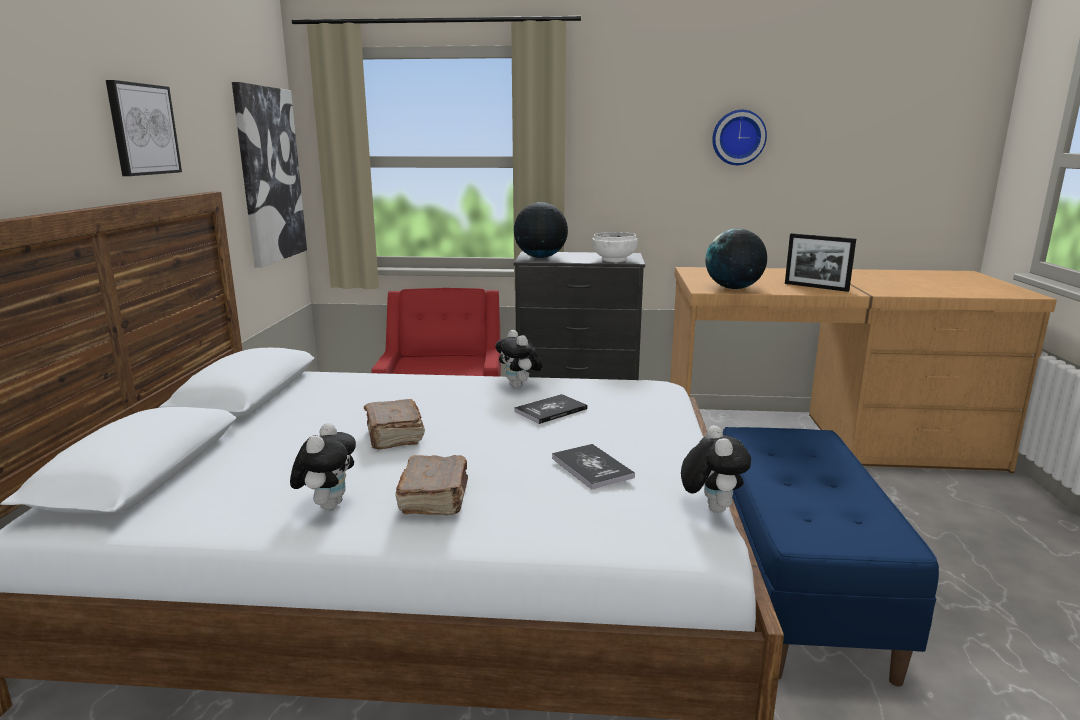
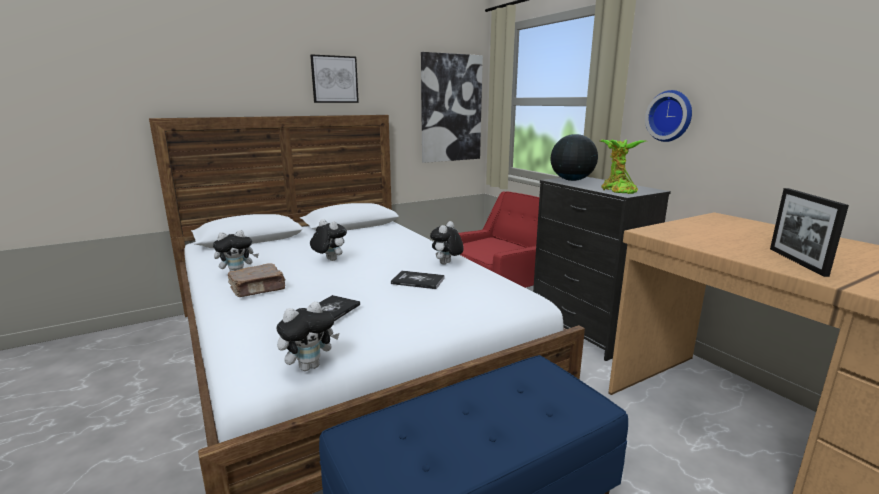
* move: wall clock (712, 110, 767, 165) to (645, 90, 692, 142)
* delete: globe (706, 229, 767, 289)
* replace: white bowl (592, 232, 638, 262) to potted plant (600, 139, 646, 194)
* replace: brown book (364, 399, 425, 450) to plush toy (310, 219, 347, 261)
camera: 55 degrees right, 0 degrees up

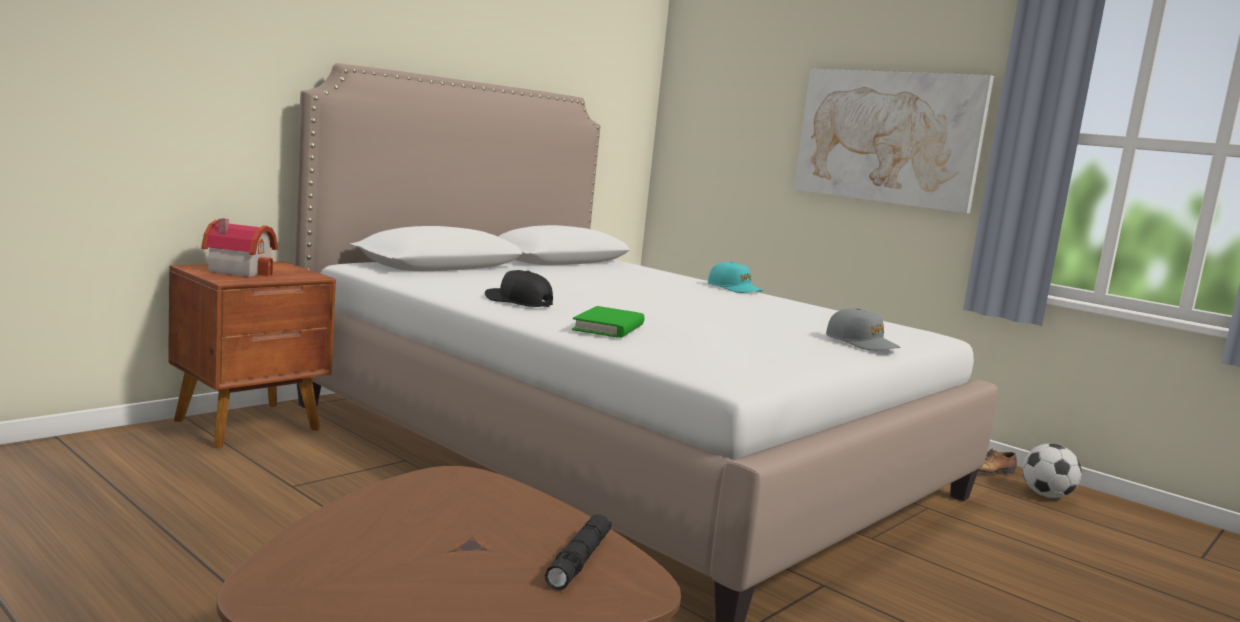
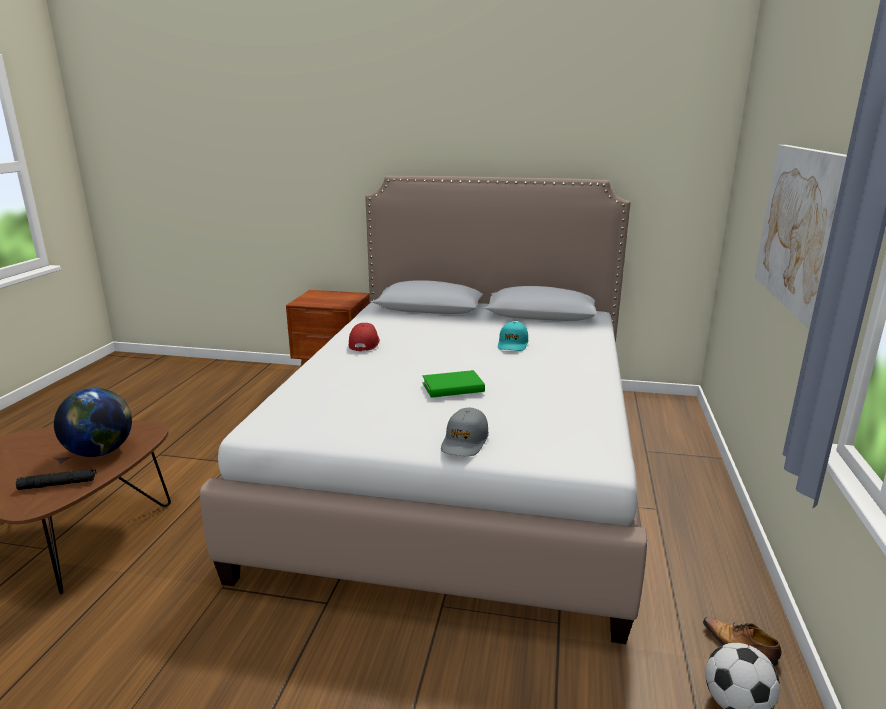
* delete: toy house (201, 218, 278, 277)
* move: turquoise cap (708, 262, 763, 293) to (498, 321, 528, 351)
* recolor: black cap (485, 270, 553, 307) to red cap (349, 323, 380, 351)
* move: green book (572, 306, 645, 338) to (422, 370, 485, 398)
* insert: globe (54, 388, 132, 457)
camera: 60 degrees right, 10 degrees up

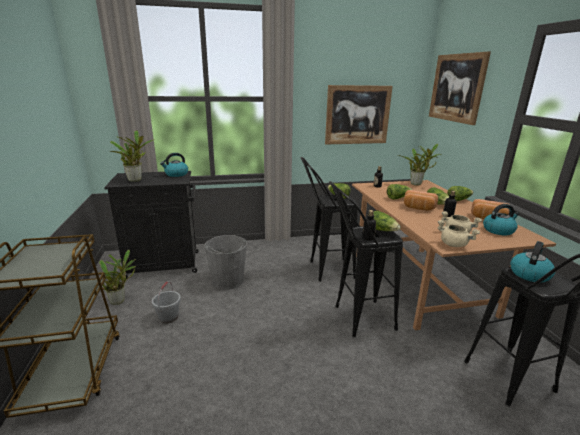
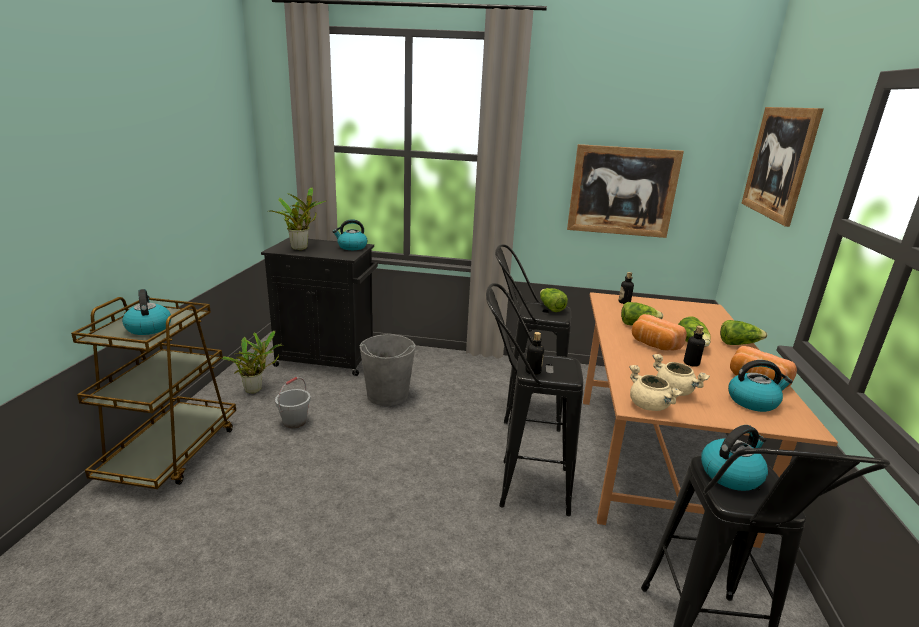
* delete: potted plant (397, 144, 442, 186)
* delete: lettuce (373, 210, 401, 231)
* insert: kettle (122, 289, 171, 335)
camera: 20 degrees right, 0 degrees up

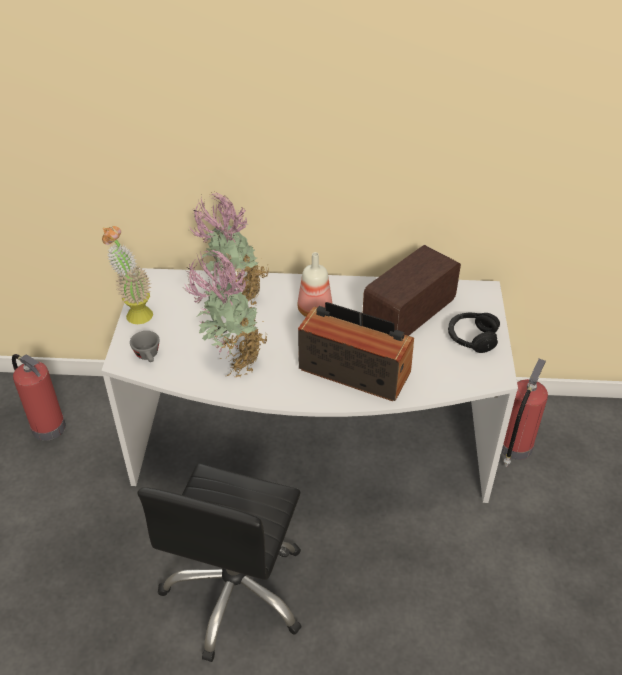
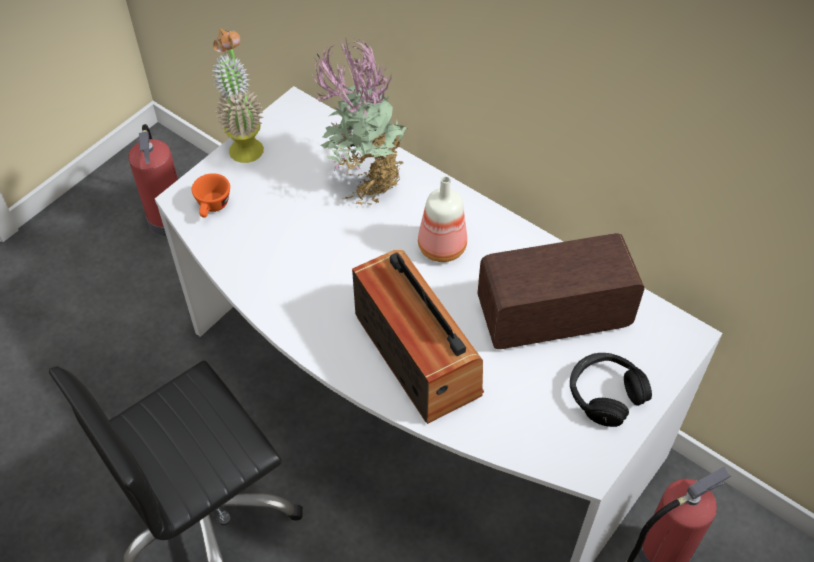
* delete: potted plant (184, 250, 267, 378)
* recolor: grey cup (130, 331, 160, 362) to orange cup (192, 173, 230, 218)
camera: 35 degrees right, 10 degrees up

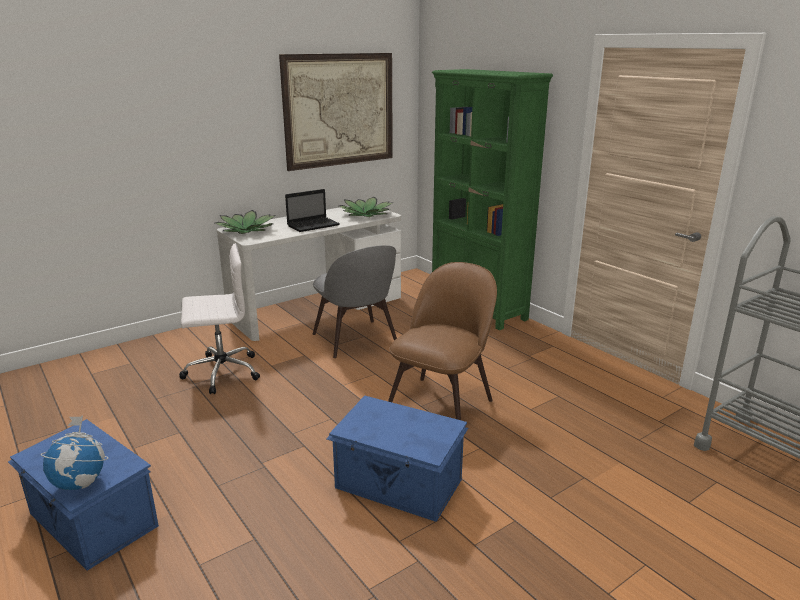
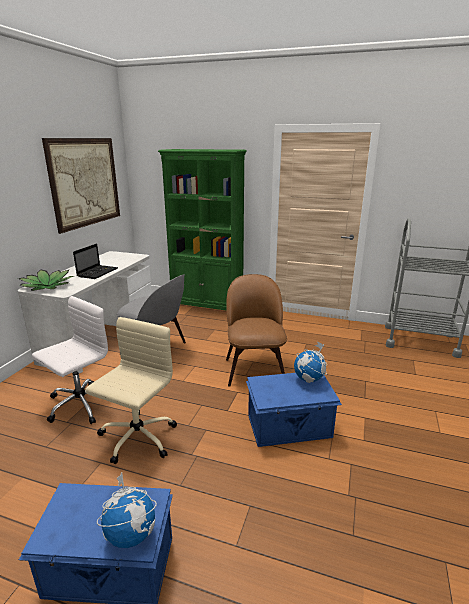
* delete: potted plant (339, 197, 394, 217)
* insert: beige office chair (85, 317, 177, 464)
* insert: globe (294, 341, 327, 383)
camera: 35 degrees left, 0 degrees up

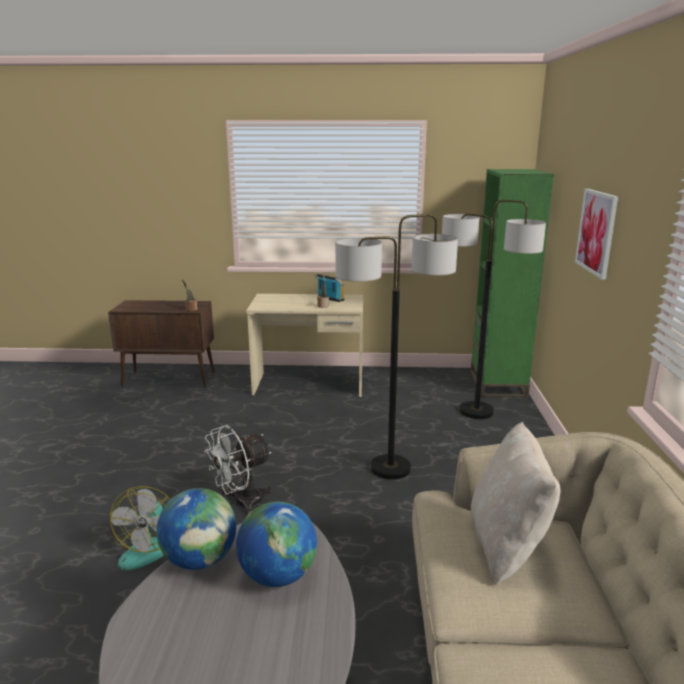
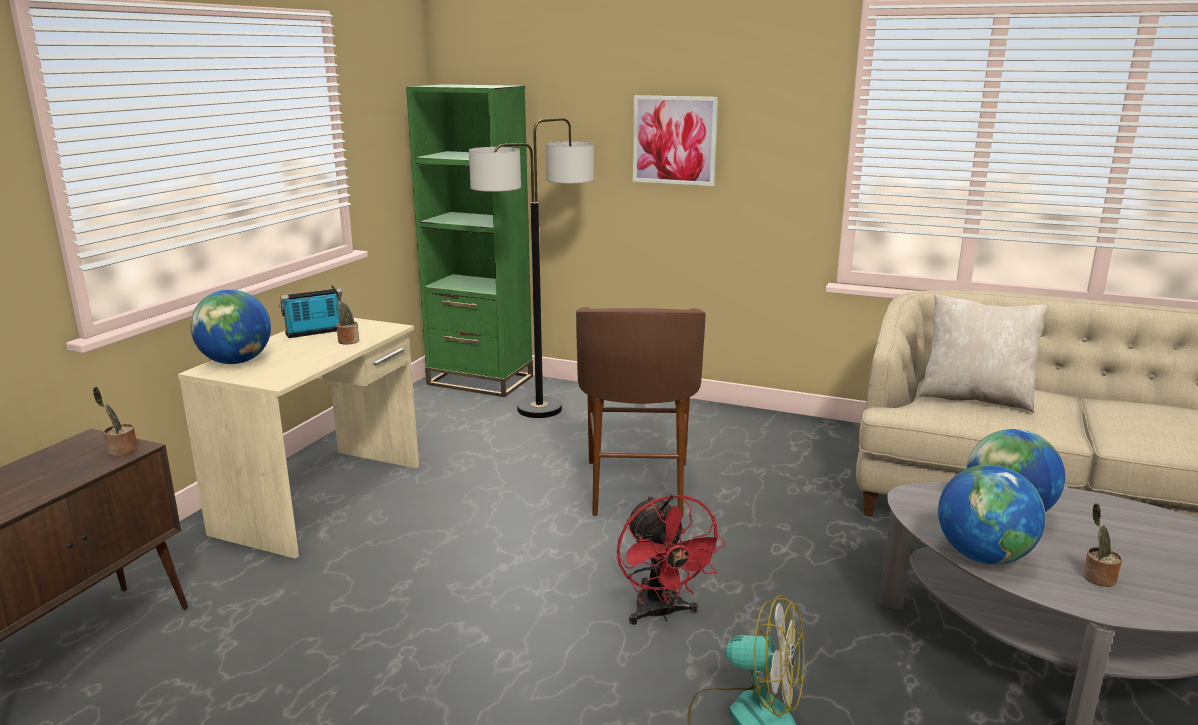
* replace: floor lamp (335, 214, 458, 479) to brown stool (576, 307, 706, 517)
* recolor: white fan (204, 425, 272, 516) to red fan (617, 494, 726, 625)
* insert: globe (190, 289, 271, 364)
* insert: potted plant (1083, 503, 1122, 587)
camera: 70 degrees left, 0 degrees up

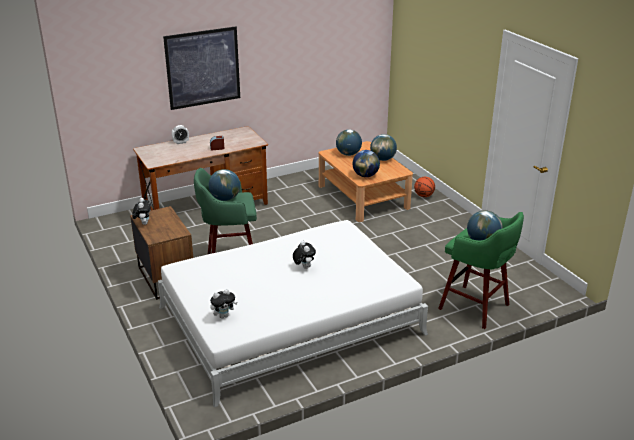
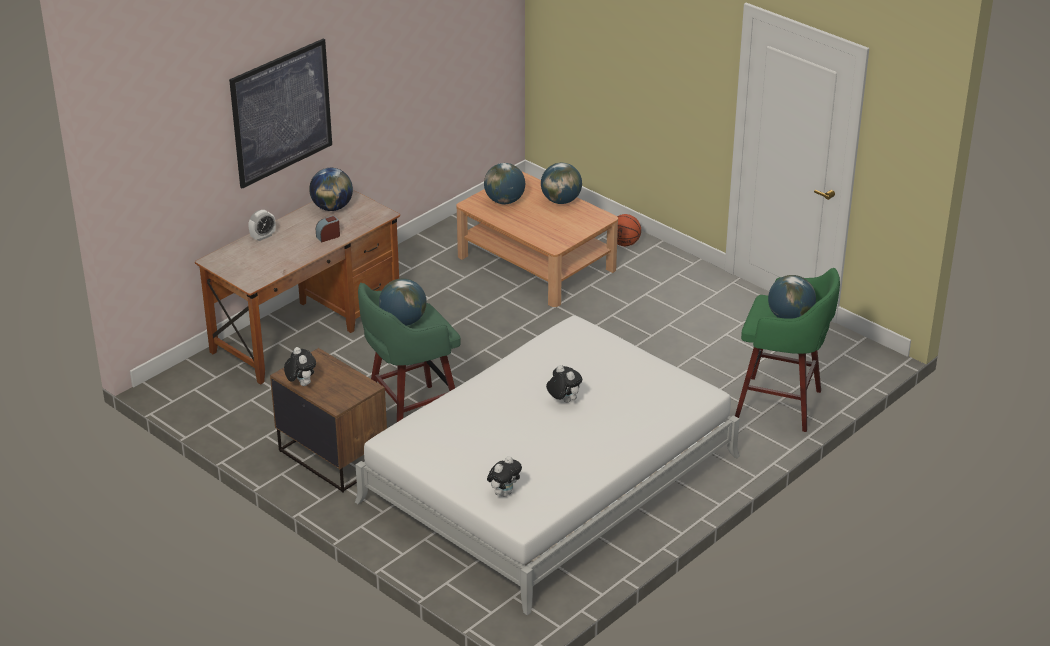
* move: globe (353, 150, 380, 177) to (309, 168, 353, 211)
camera: 20 degrees left, 5 degrees up

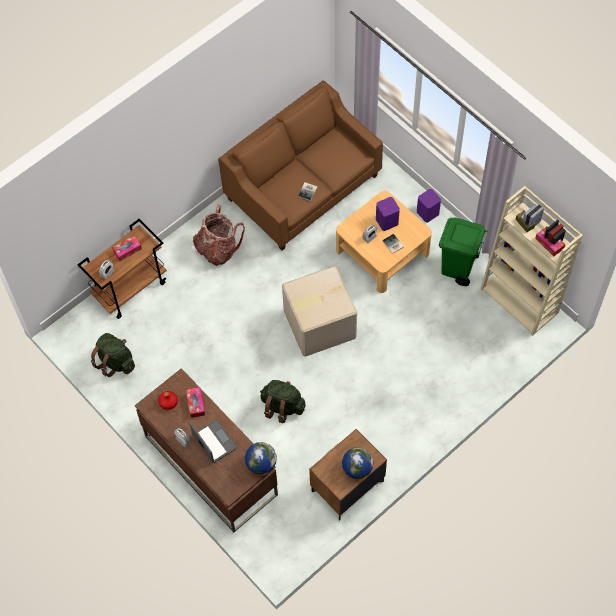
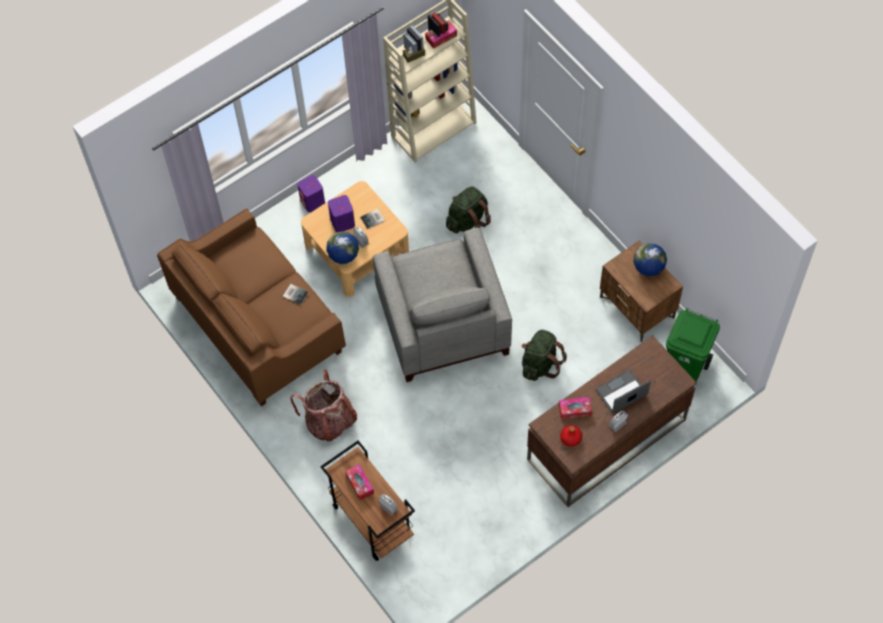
* move: green trash can (439, 218, 488, 286) to (666, 308, 720, 382)
* replace: cardboard box (282, 266, 357, 357) to grey armchair (373, 228, 512, 382)
* move: green backpack (91, 333, 135, 377) to (446, 186, 491, 233)
* move: globe (245, 442, 277, 474) to (326, 231, 359, 264)
camera: 85 degrees left, 0 degrees up

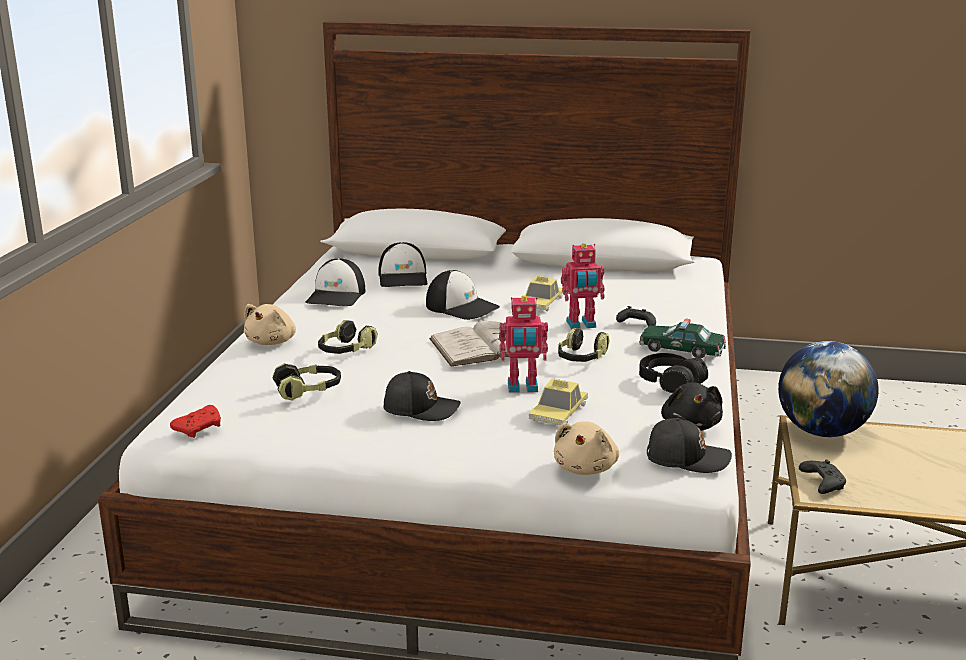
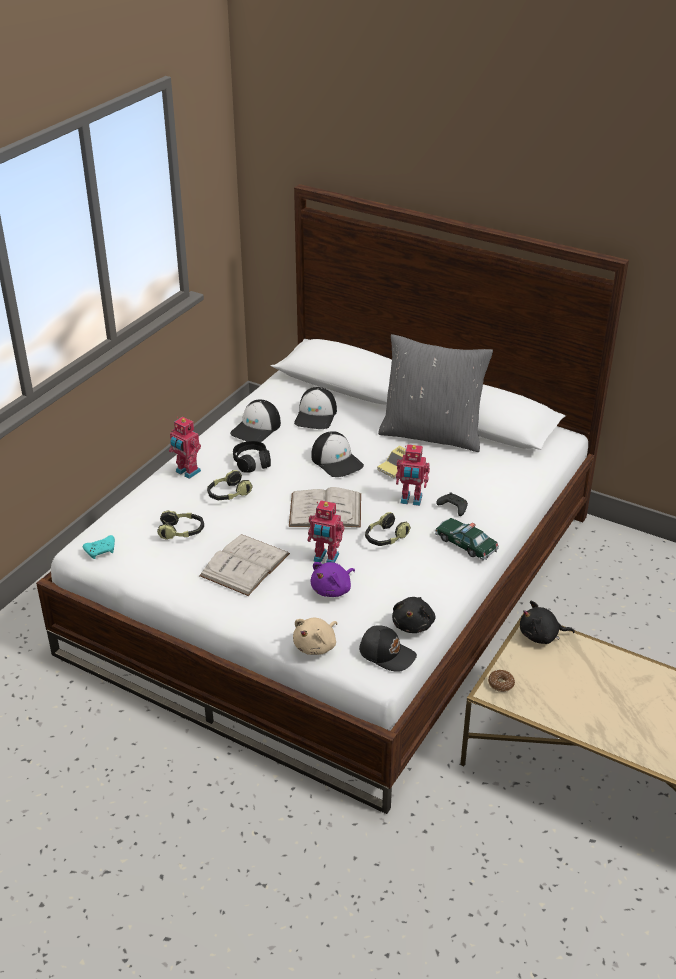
* replace: beige plush toy (244, 304, 296, 345) to toy robot (169, 417, 201, 479)
* replace: globe (778, 341, 879, 437) to black plush toy (520, 601, 575, 644)
* move: black headphones (639, 353, 708, 393) to (233, 441, 271, 473)
* replace: black cap (384, 371, 461, 421) to white book (199, 534, 290, 596)
* replace: toy car (529, 378, 588, 426) to purple plush toy (311, 562, 355, 597)
* recolor: red game controller (170, 405, 221, 438) to turquoise game controller (83, 535, 115, 559)
* replace: black game controller (799, 460, 846, 494) to donut (488, 670, 515, 692)
* insert: grey pillow (378, 334, 493, 452)
camera: 20 degrees right, 15 degrees up

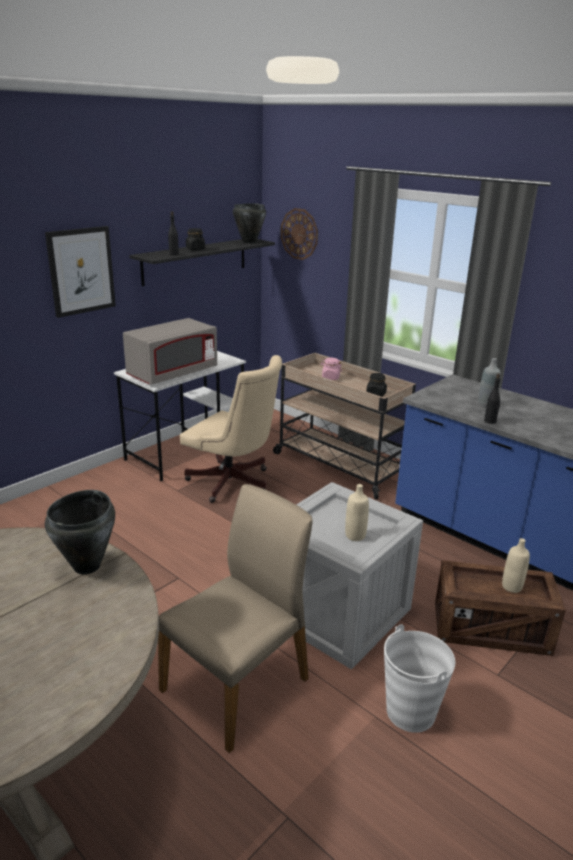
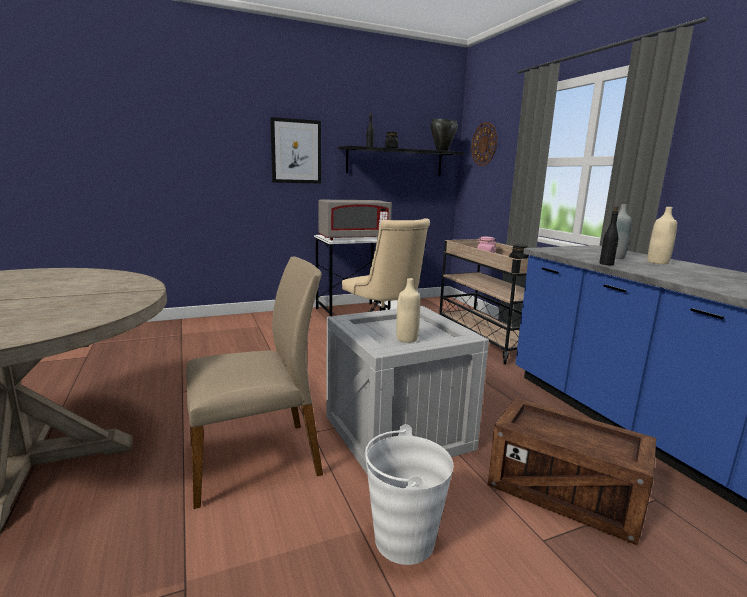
* delete: black cooking pot (45, 490, 115, 574)
* move: beige bottle (502, 538, 530, 593) to (647, 207, 677, 264)
camera: 25 degrees right, 10 degrees down

